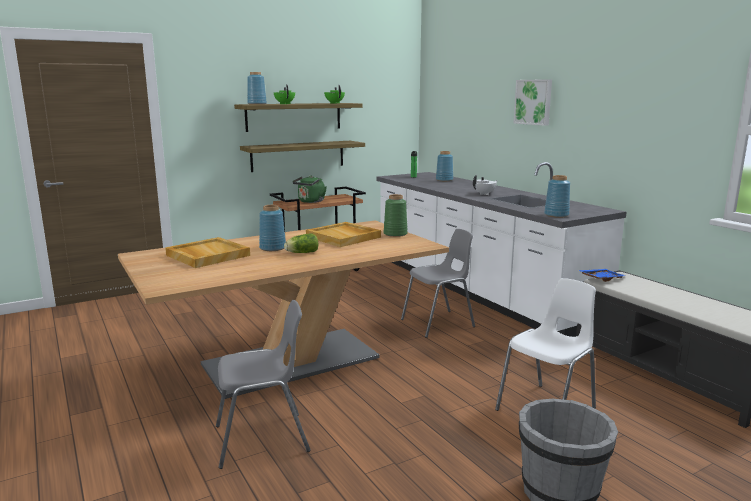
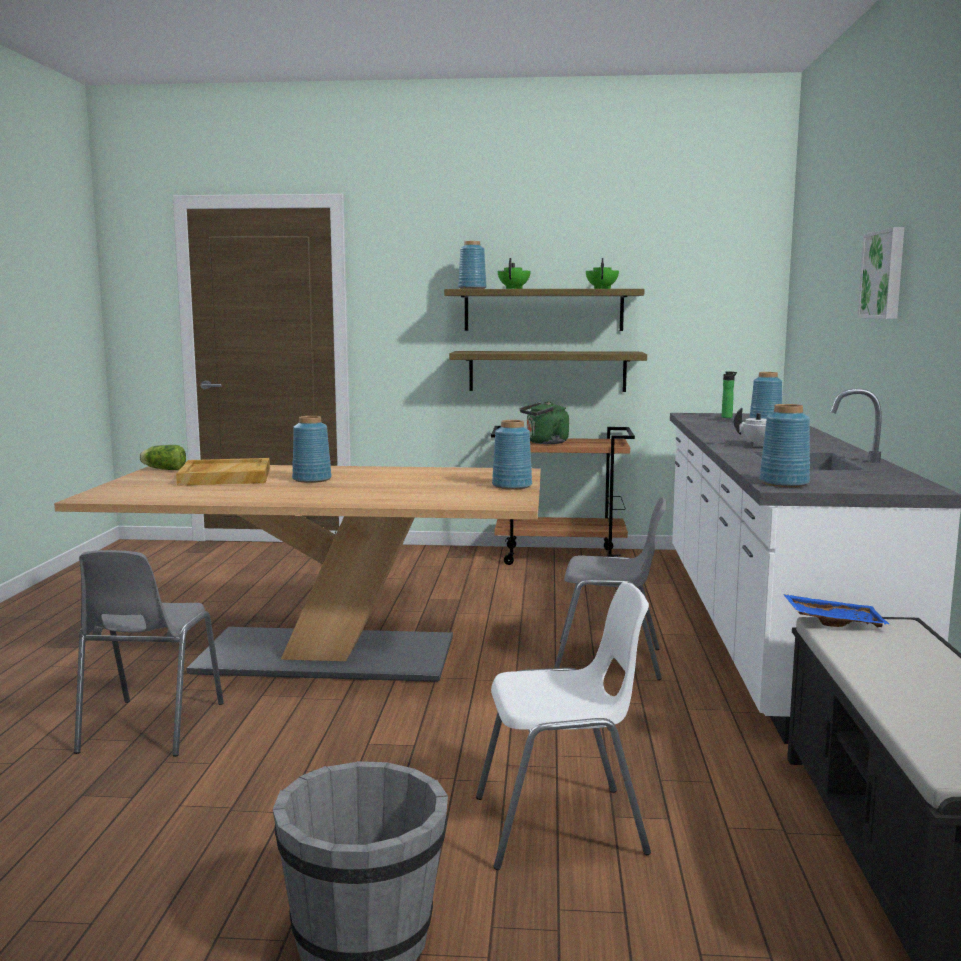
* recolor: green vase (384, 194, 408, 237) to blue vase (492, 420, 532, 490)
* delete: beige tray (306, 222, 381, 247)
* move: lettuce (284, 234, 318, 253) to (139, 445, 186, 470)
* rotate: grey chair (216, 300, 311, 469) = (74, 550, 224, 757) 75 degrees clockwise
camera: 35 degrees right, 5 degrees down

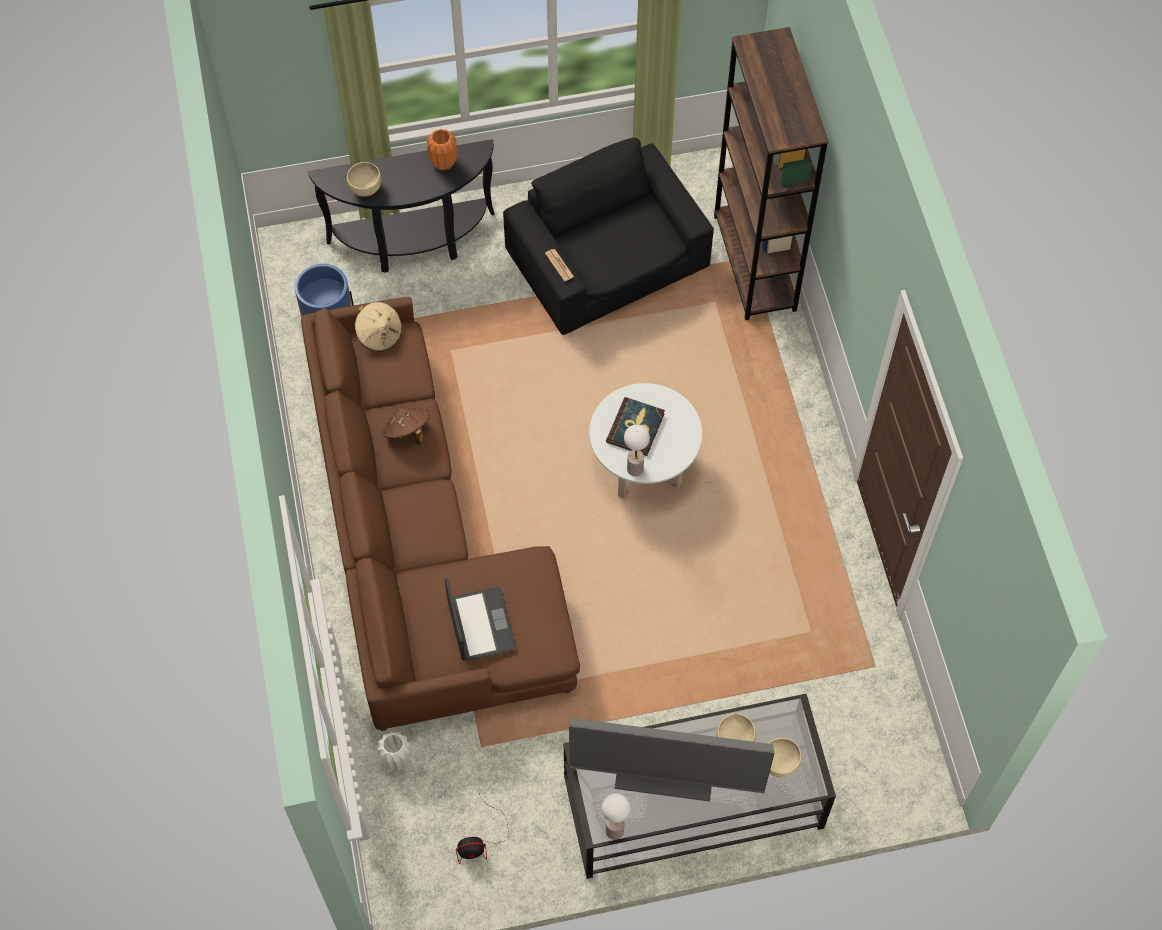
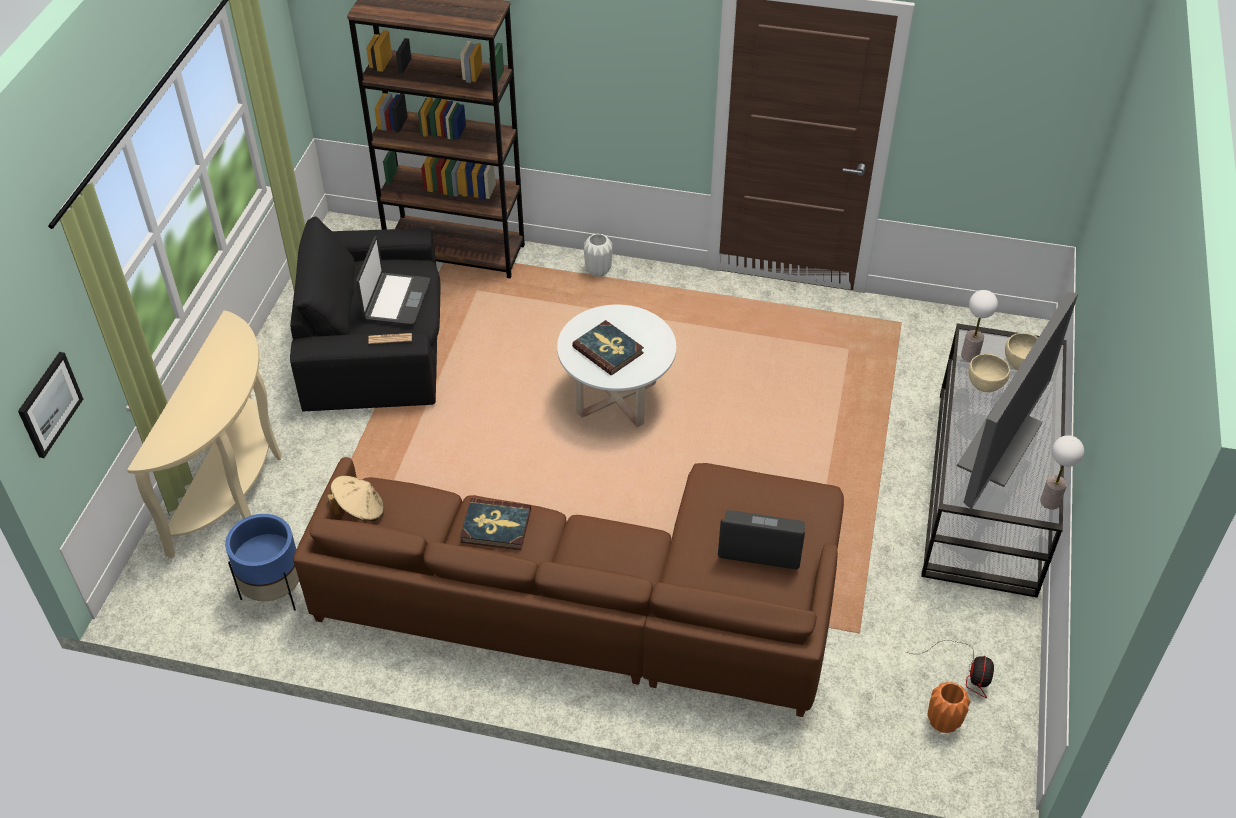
* move: orange vase (427, 129, 457, 170) to (927, 682, 971, 733)
* recolor: black console table (308, 139, 495, 273) to beige console table (127, 311, 281, 558)
* delete: beige bowl (347, 162, 381, 197)
* replace: brown hat (382, 407, 429, 445) to book (460, 498, 531, 550)
* move: table lamp (624, 425, 650, 476) to (961, 290, 998, 362)
* move: white vase (377, 732, 411, 770) to (584, 233, 613, 277)
* insert: laptop (356, 236, 430, 325)
* insert: picture (18, 352, 83, 458)
camera: 65 degrees left, 15 degrees down

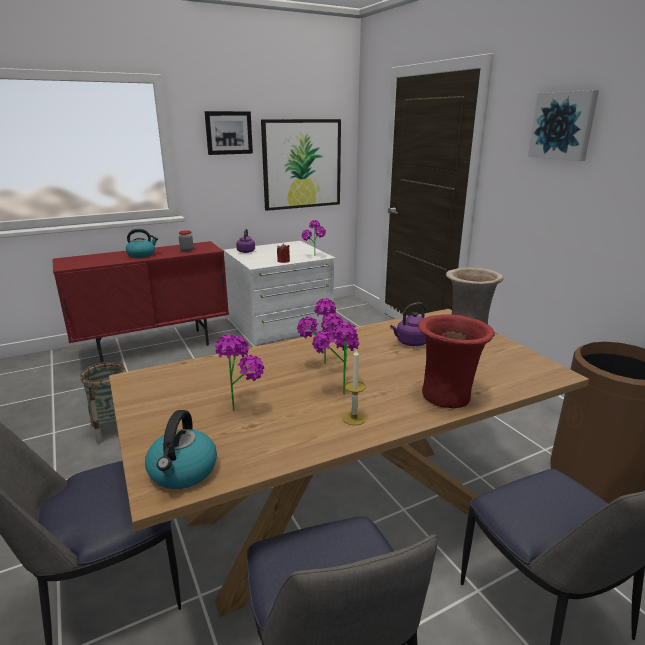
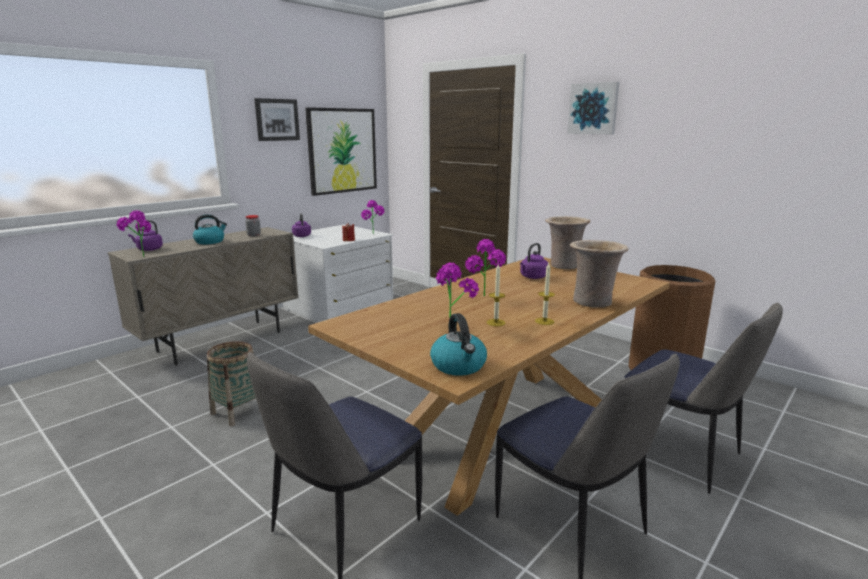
* recolor: red cabinet (52, 241, 229, 363) to beige cabinet (108, 227, 299, 366)
* recolor: red vase (418, 314, 495, 409) to beige vase (570, 240, 628, 308)
* move: potted plant (312, 322, 359, 394) to (116, 210, 151, 258)
* insert: purple kettle (128, 220, 163, 251)
* insert: candle (487, 264, 506, 326)
camera: 20 degrees left, 5 degrees down

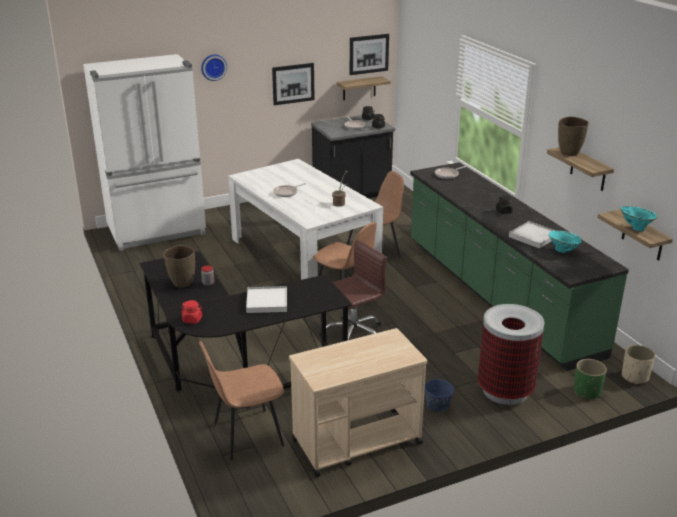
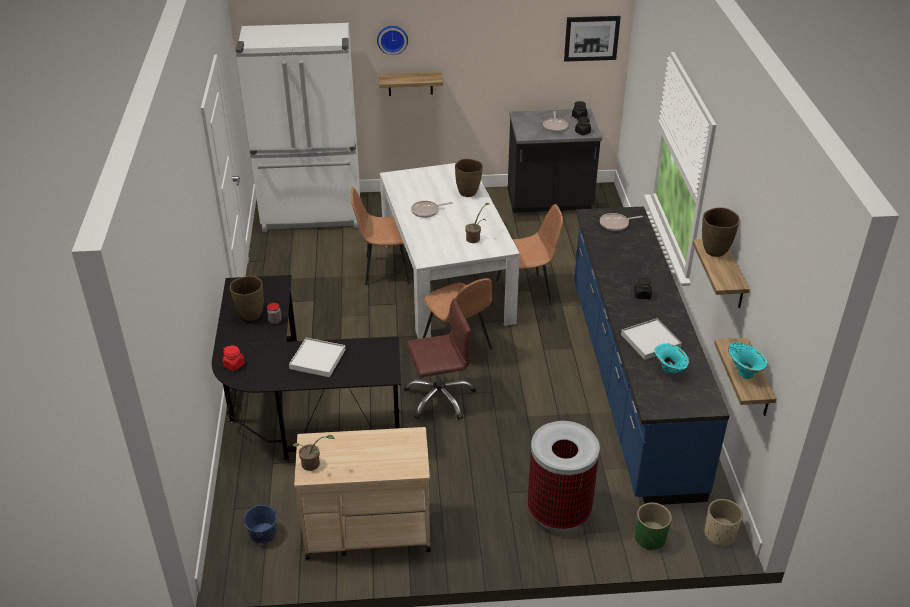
* delete: picture (272, 63, 315, 105)
* move: shelf (337, 76, 391, 100) to (379, 72, 443, 96)
* recolor: green counter (410, 162, 629, 371) to blue counter (574, 206, 730, 505)
* move: brown chair (199, 341, 284, 461) to (351, 187, 410, 285)
* move: blue bucket (425, 373, 454, 412) to (244, 504, 277, 544)
* insert: brown vase (455, 158, 483, 197)
* insert: potted plant (292, 435, 334, 471)
camera: 20 degrees right, 10 degrees up

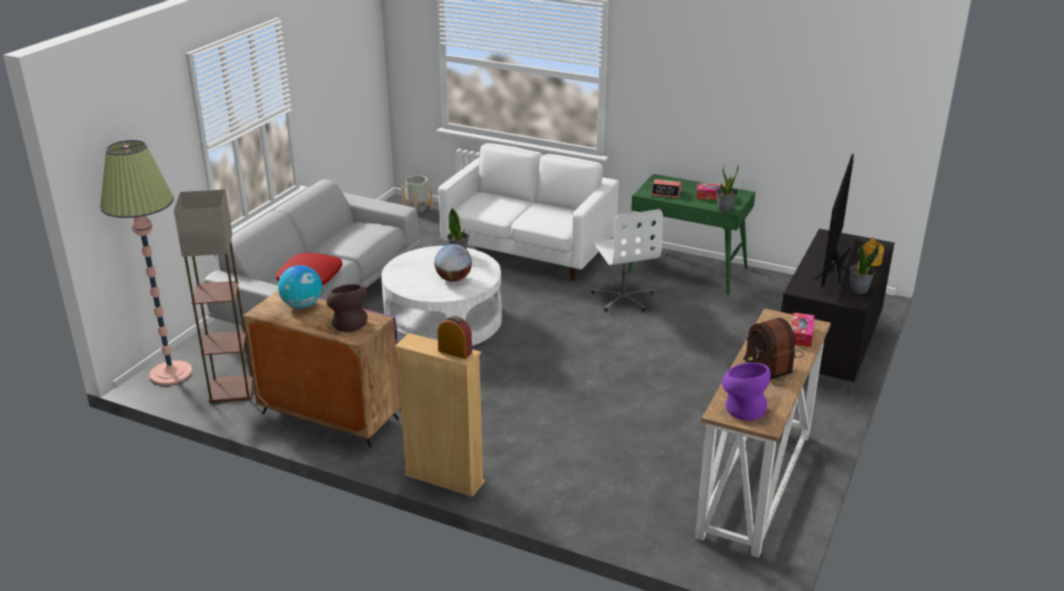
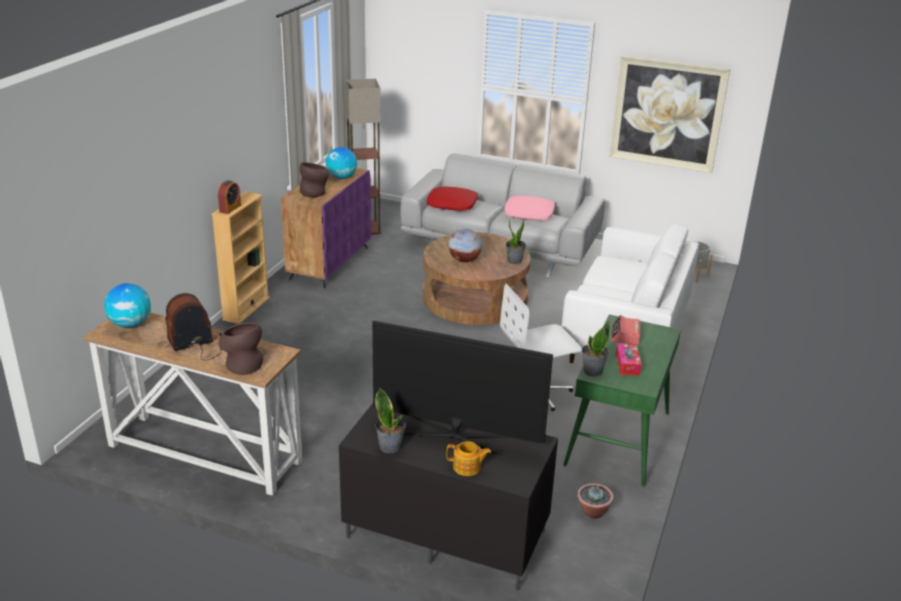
* delete: floor lamp (100, 140, 192, 385)
* recolor: white coffee table (381, 246, 502, 346) to brown coffee table (423, 232, 531, 325)
* replace: tissue box (791, 312, 815, 347) to brown vase (219, 322, 263, 375)
* replace: purple vase (722, 363, 771, 421) to globe (104, 283, 151, 328)
* insert: picture (609, 55, 730, 173)
* insert: pink pillow (504, 196, 555, 220)
* insert: potted plant (577, 483, 614, 519)
camera: 85 degrees right, 0 degrees up

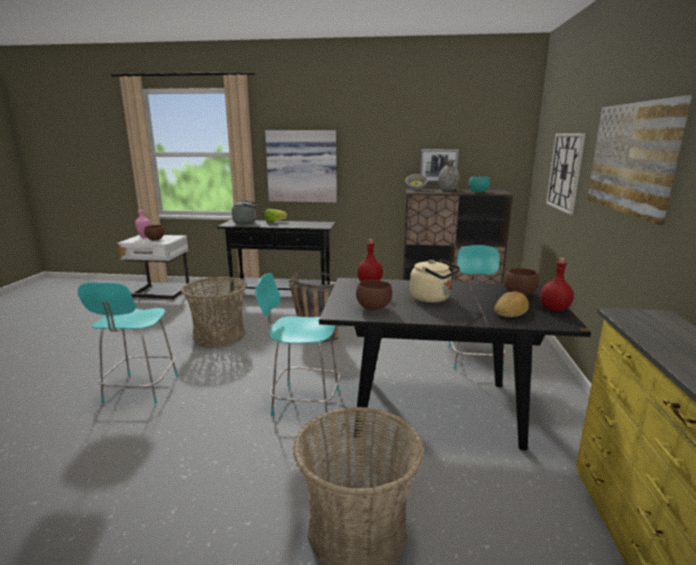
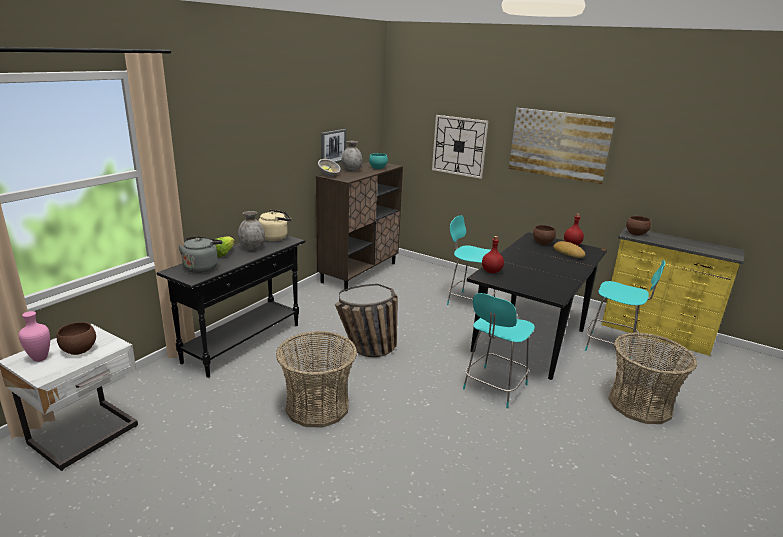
* delete: picture (265, 130, 337, 202)
* move: beige kettle (410, 259, 460, 303) to (258, 210, 291, 241)
* move: brown bowl (356, 280, 392, 311) to (626, 216, 651, 235)
* move: turquoise stool (78, 282, 178, 404) to (585, 260, 665, 358)
* insert: grey vase (238, 211, 265, 250)
camera: 65 degrees left, 5 degrees up

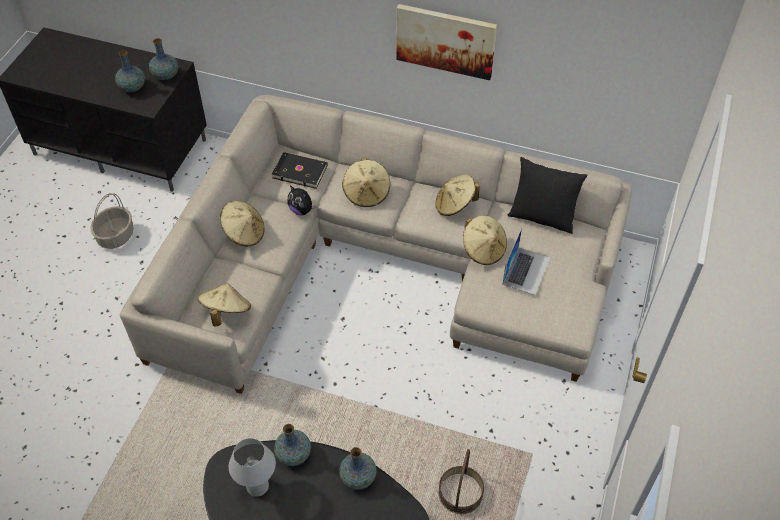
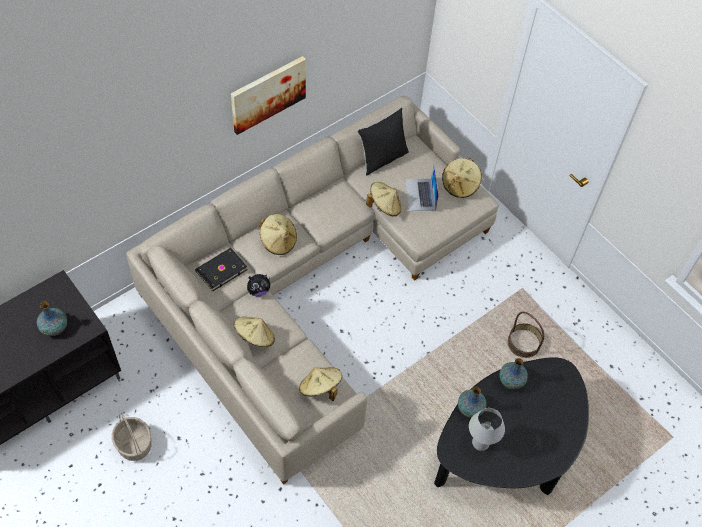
* delete: vase (149, 38, 178, 80)
* move: beige hat (435, 175, 480, 216) to (442, 158, 482, 198)
* rotate: laptop (502, 228, 550, 296) = (405, 165, 439, 211) 150 degrees counterclockwise
camera: 60 degrees left, 5 degrees up

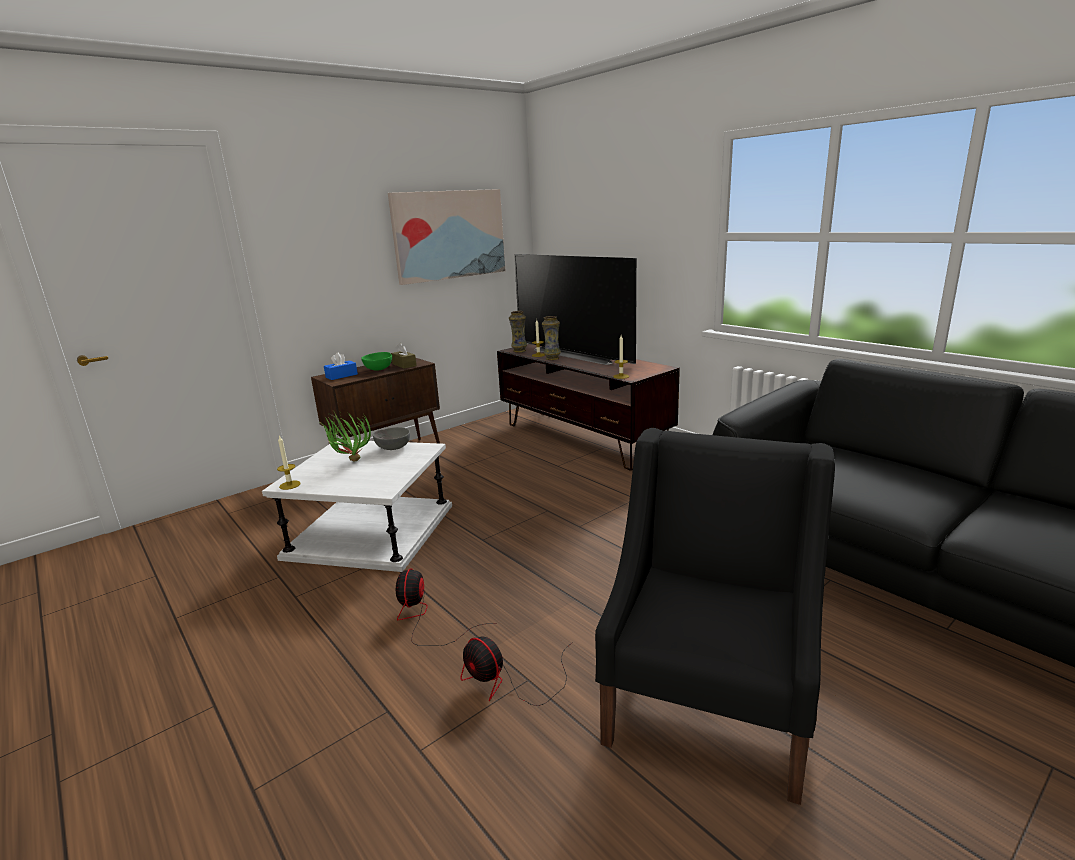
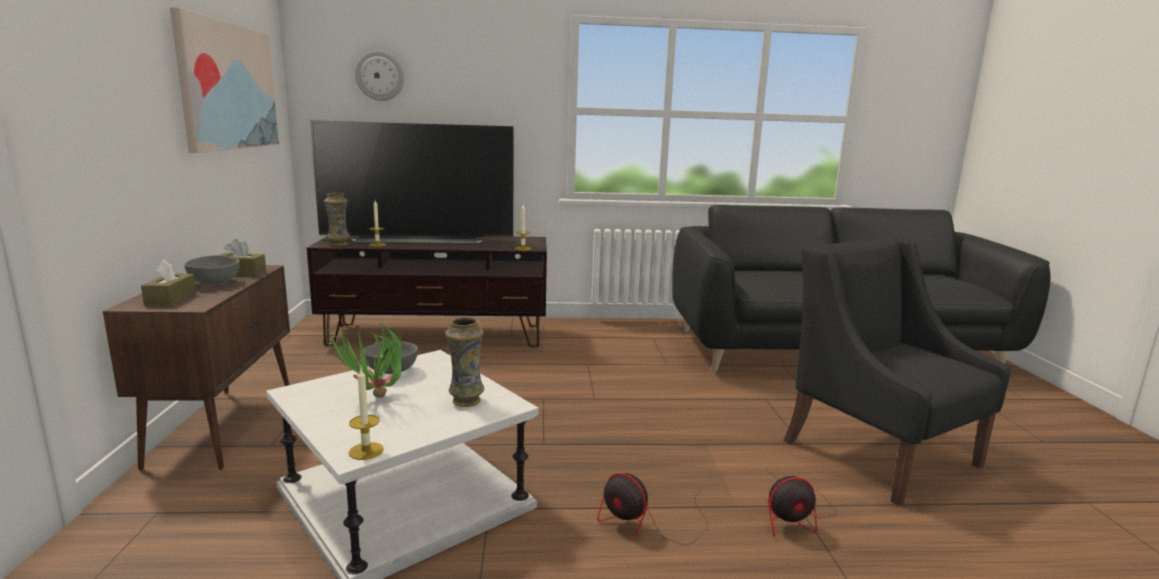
* move: vase (542, 316, 561, 360) to (445, 317, 484, 407)
* recolor: blue tissue box (324, 352, 358, 380) to brown tissue box (141, 259, 197, 307)
* recolor: green bowl (361, 352, 392, 370) to grey bowl (184, 255, 240, 284)
* insert: wall clock (355, 51, 404, 101)
camera: 55 degrees left, 5 degrees down

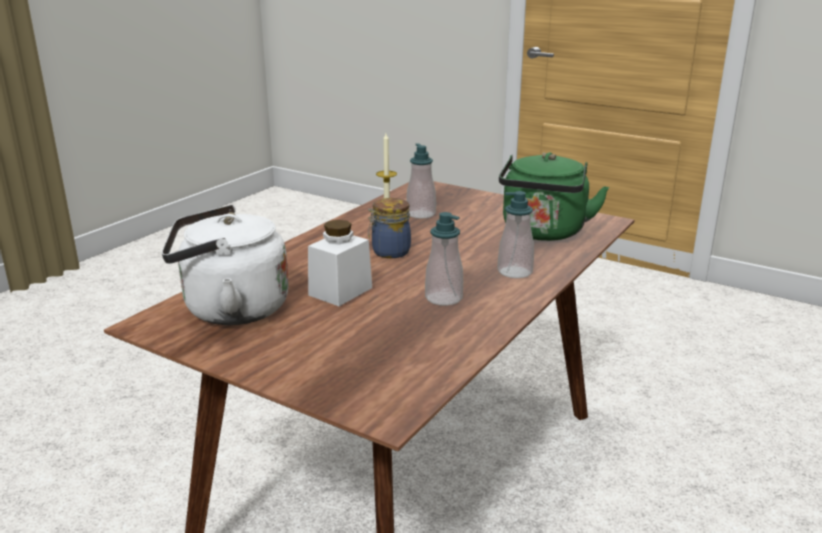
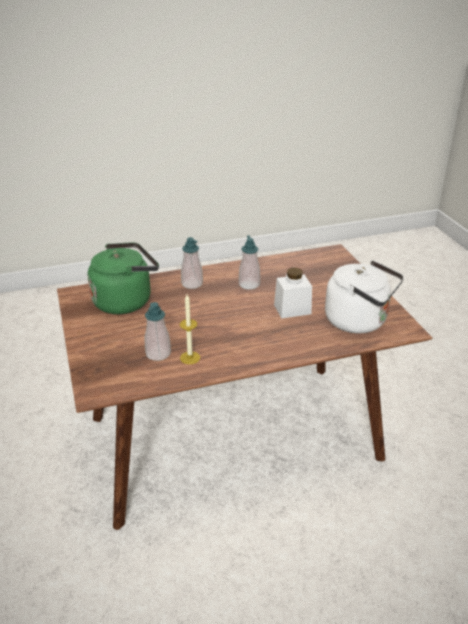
* delete: jar (368, 198, 411, 258)
camera: 140 degrees left, 10 degrees up

